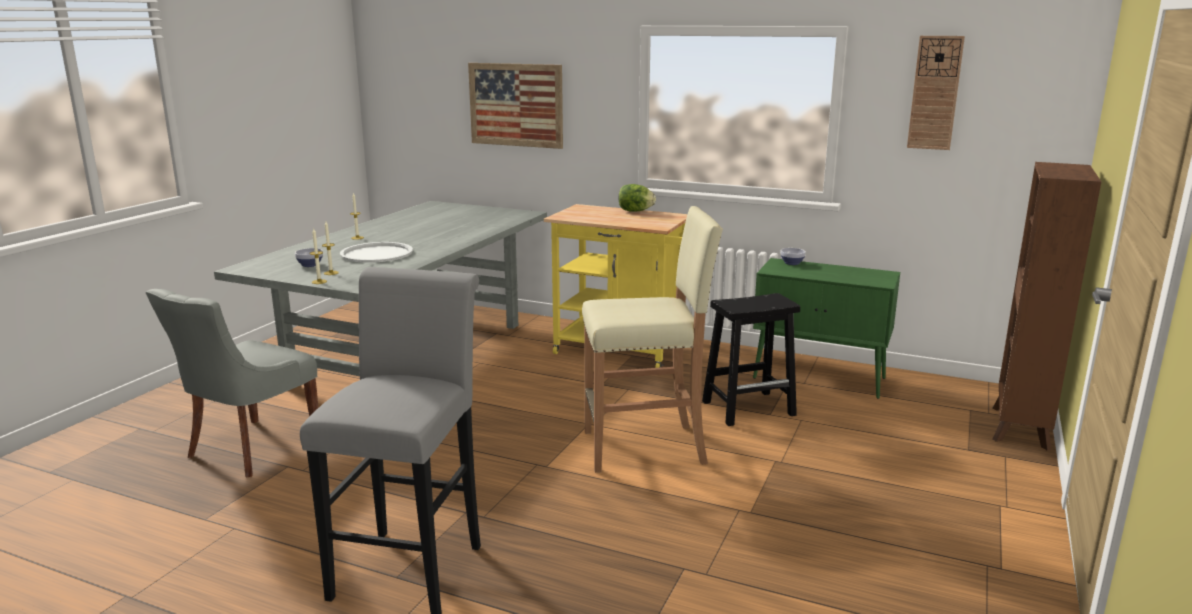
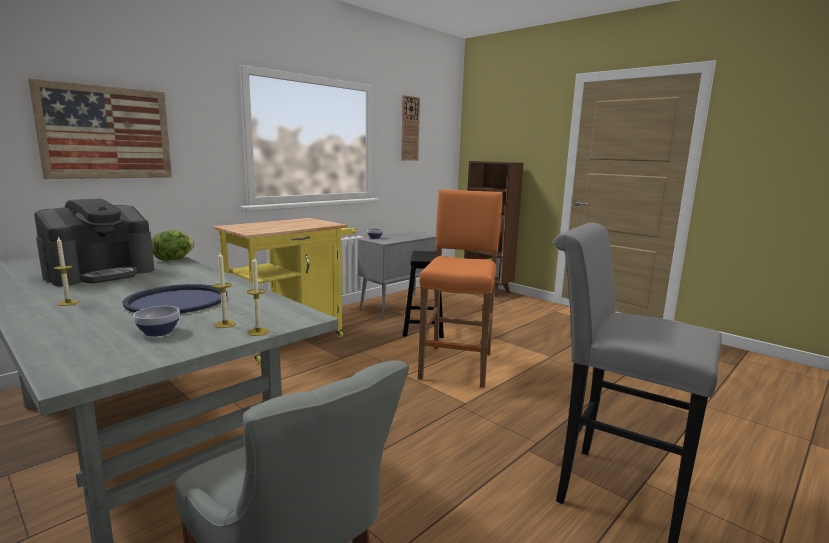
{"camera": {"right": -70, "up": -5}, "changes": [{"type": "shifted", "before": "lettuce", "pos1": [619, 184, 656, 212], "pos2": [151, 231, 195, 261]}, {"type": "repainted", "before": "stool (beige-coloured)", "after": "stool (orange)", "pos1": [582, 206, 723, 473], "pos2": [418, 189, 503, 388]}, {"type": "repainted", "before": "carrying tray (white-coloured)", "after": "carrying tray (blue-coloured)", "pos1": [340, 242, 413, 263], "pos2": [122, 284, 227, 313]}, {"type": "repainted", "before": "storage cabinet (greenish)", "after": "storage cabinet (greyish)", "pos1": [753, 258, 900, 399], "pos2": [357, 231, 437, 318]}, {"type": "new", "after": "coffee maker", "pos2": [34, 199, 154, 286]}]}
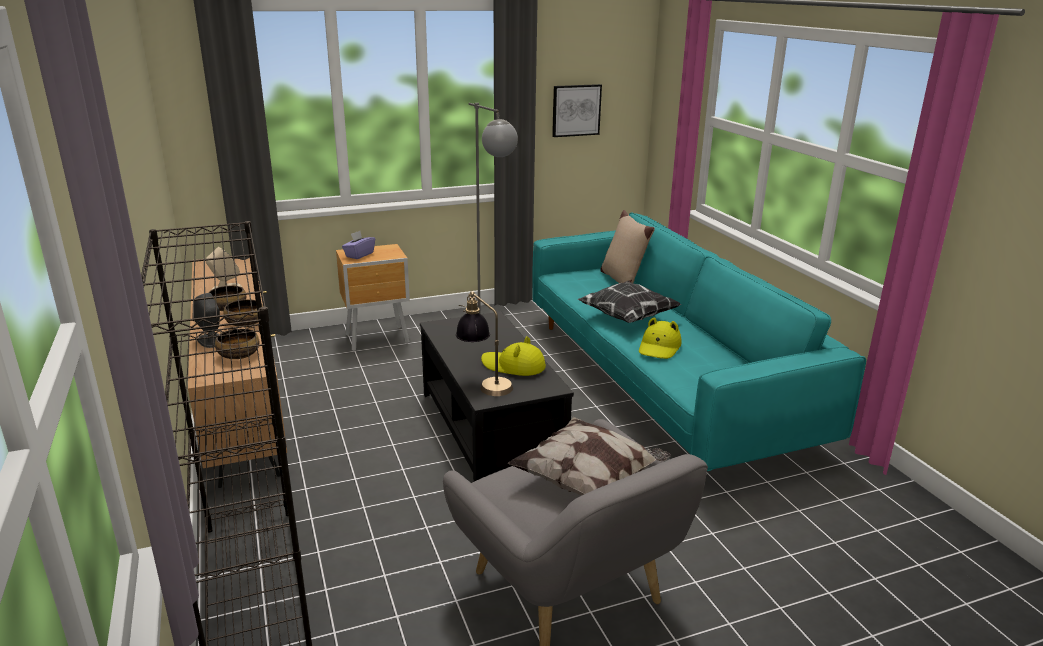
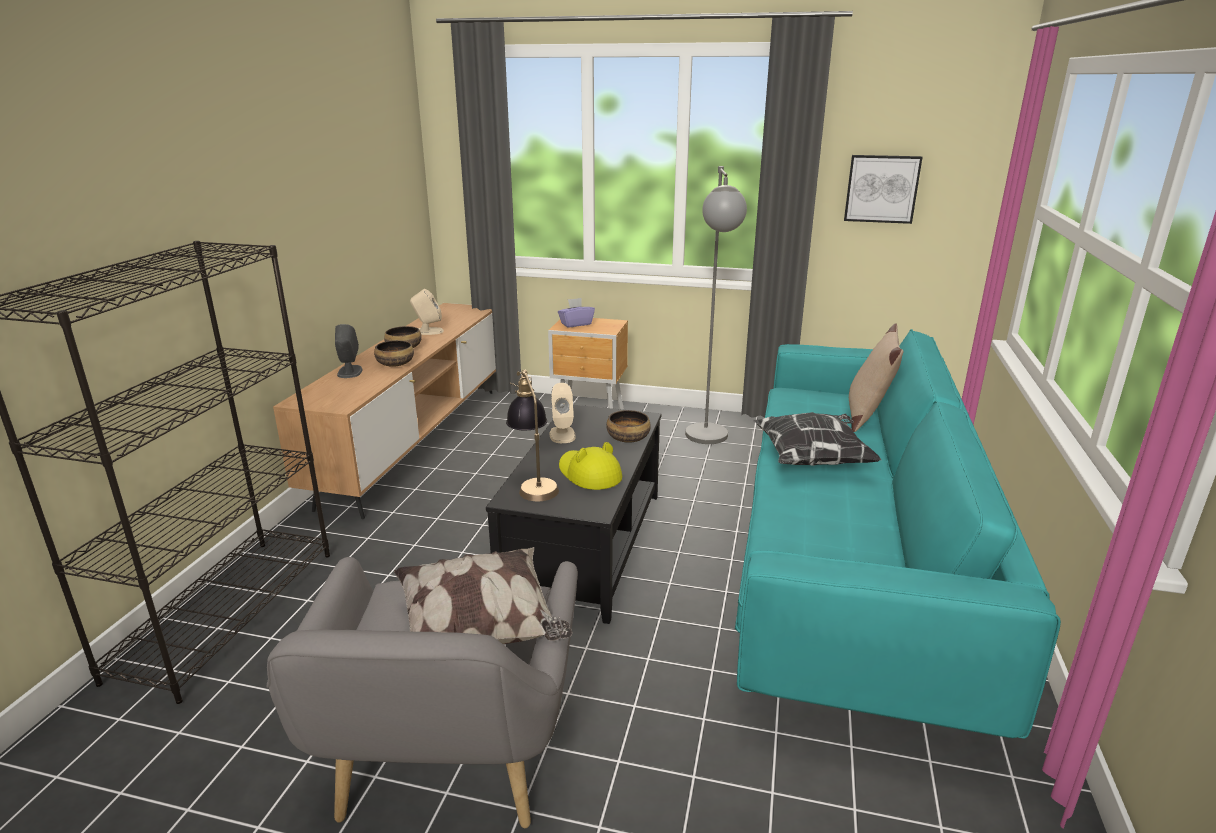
{"camera": {"right": 35, "up": 0}, "changes": [{"type": "gone", "before": "hat (yellow-coloured)", "pos1": [639, 318, 682, 359]}, {"type": "shifted", "before": "bowl", "pos1": [215, 329, 260, 359], "pos2": [606, 410, 651, 443]}, {"type": "new", "after": "speaker (beige-coloured)", "pos2": [549, 383, 576, 443]}]}
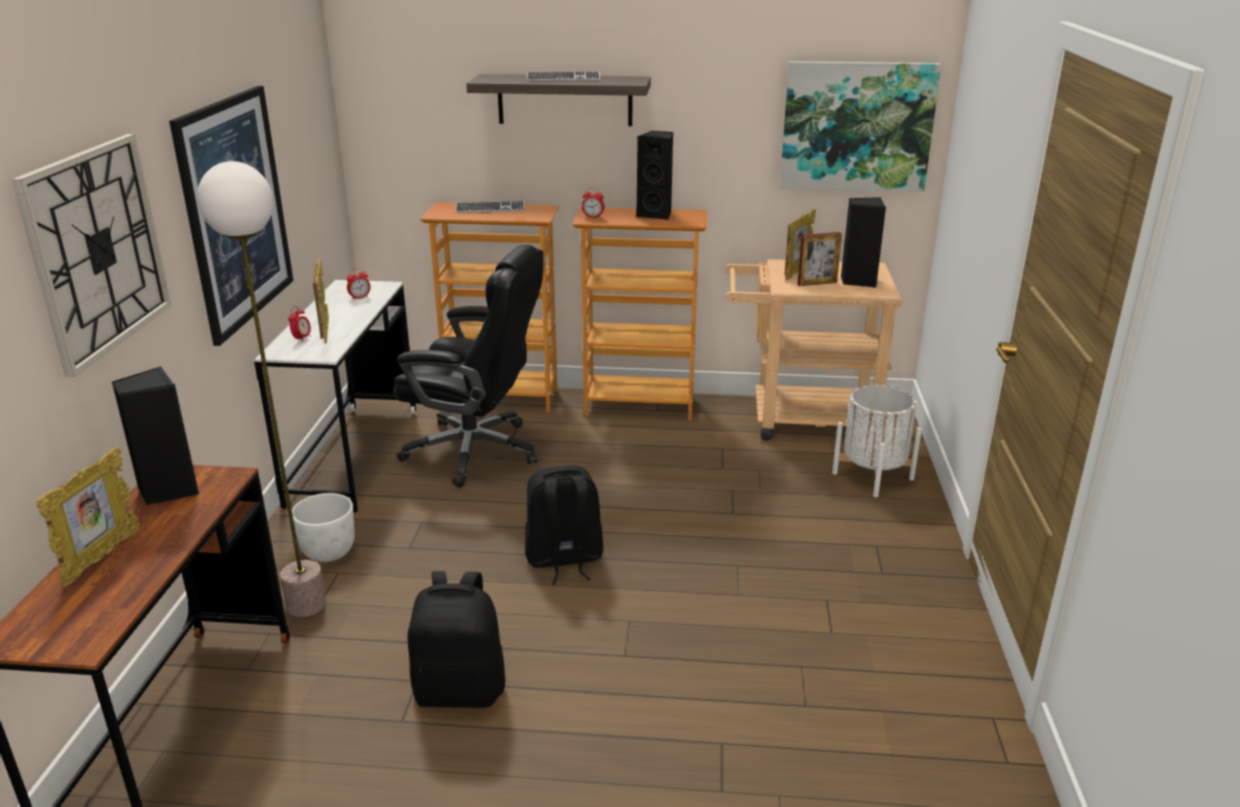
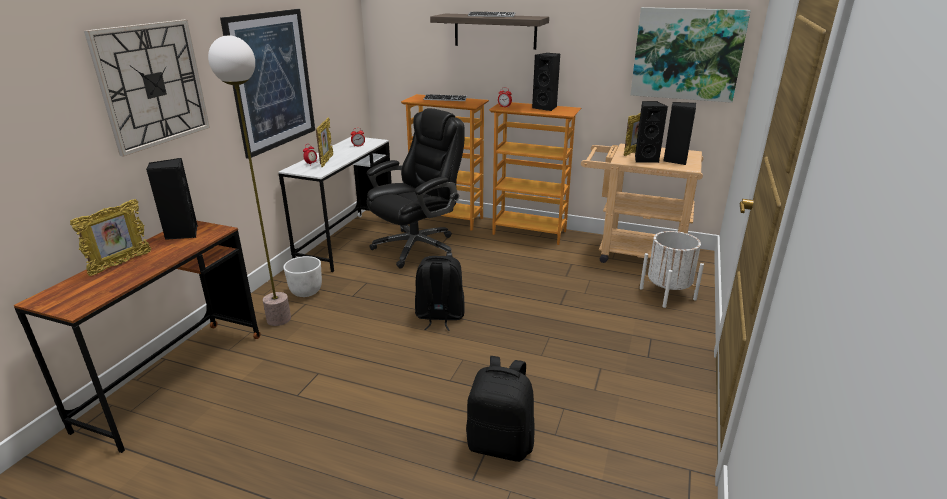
{"camera": {"right": 15, "up": 0}, "changes": [{"type": "swapped", "before": "photo frame", "after": "speaker (black-coloured)", "pos1": [798, 232, 842, 286], "pos2": [635, 101, 668, 163]}, {"type": "rotated", "before": "computer chair (black-coloured)", "pos1": [394, 244, 544, 488], "pos2": [367, 108, 465, 269], "turn": -75}, {"type": "shifted", "before": "knapsack (black-coloured)", "pos1": [407, 571, 505, 708], "pos2": [466, 356, 535, 462]}]}
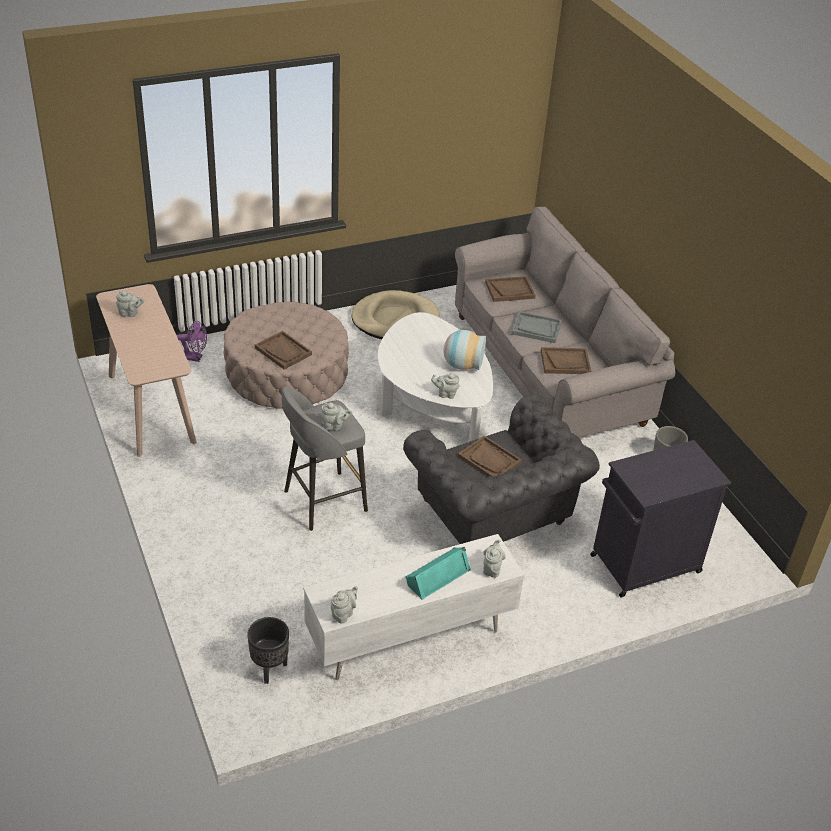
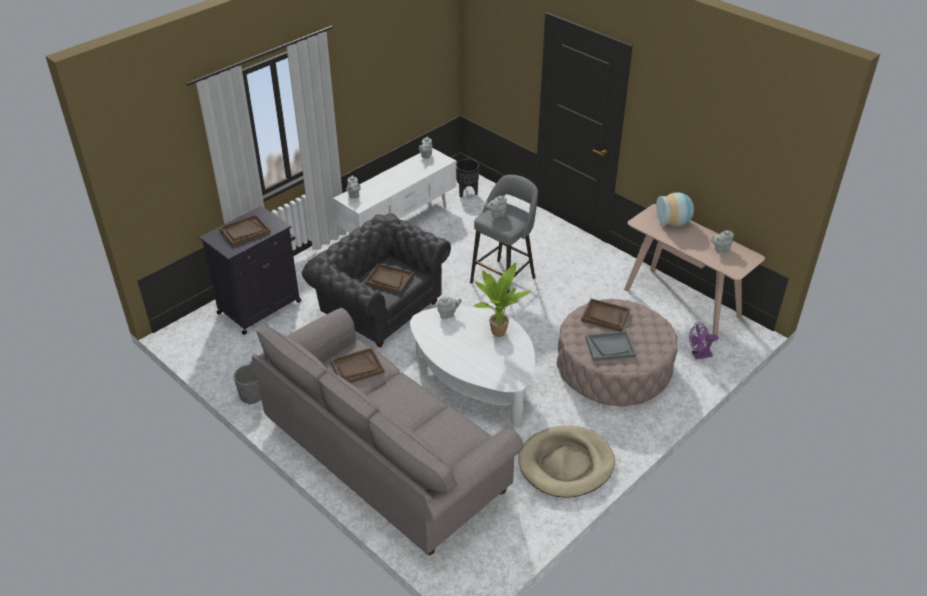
{"camera": {"right": 160, "up": 0}, "changes": [{"type": "shifted", "before": "carrying tray (brown)", "pos1": [485, 276, 536, 302], "pos2": [219, 214, 271, 246]}, {"type": "shifted", "before": "carrying tray (greyish)", "pos1": [511, 311, 562, 343], "pos2": [585, 331, 636, 361]}, {"type": "shifted", "before": "flower vase", "pos1": [443, 330, 486, 370], "pos2": [656, 192, 694, 226]}, {"type": "gone", "before": "speaker (turquoise)", "pos1": [405, 547, 471, 600]}, {"type": "new", "after": "houseplant", "pos2": [474, 263, 531, 337]}]}
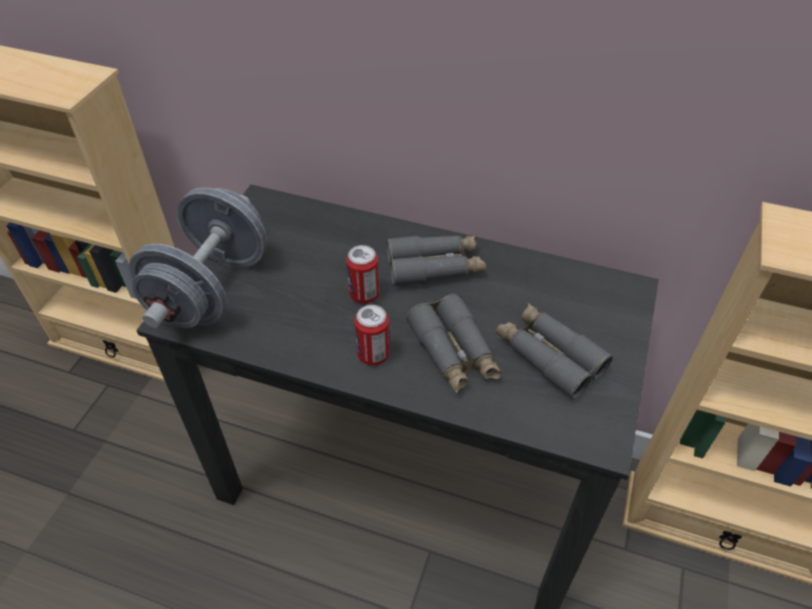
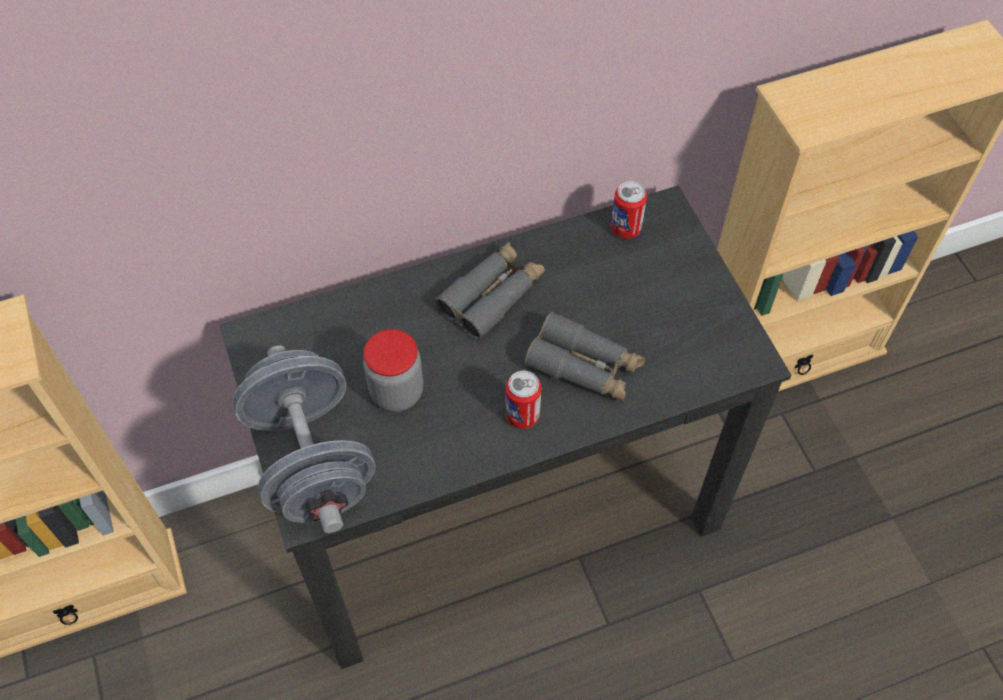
{"camera": {"right": -40, "up": 10}, "changes": [{"type": "shifted", "before": "can", "pos1": [346, 245, 379, 303], "pos2": [611, 181, 647, 239]}, {"type": "gone", "before": "pair of binoculars (greyish)", "pos1": [496, 303, 613, 399]}, {"type": "new", "after": "preserve jar", "pos2": [363, 329, 423, 412]}]}
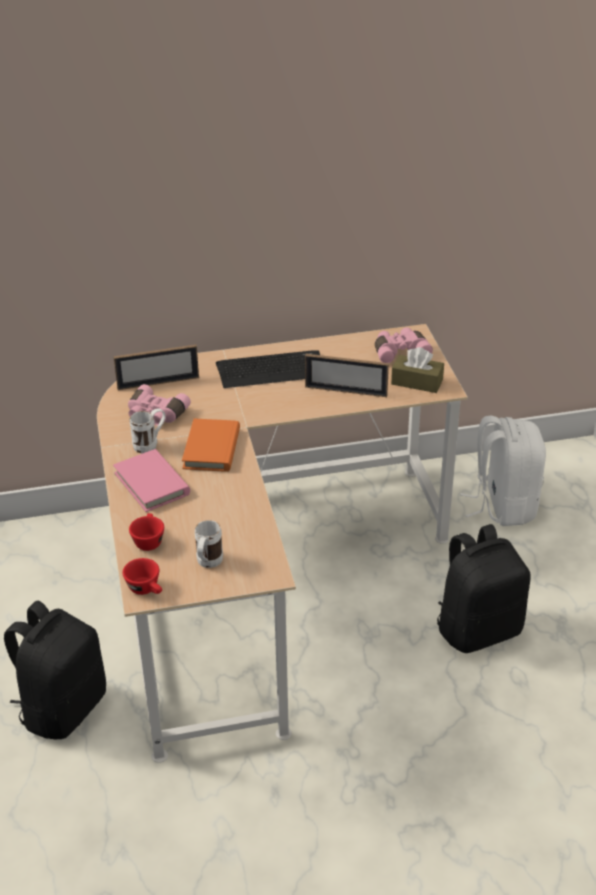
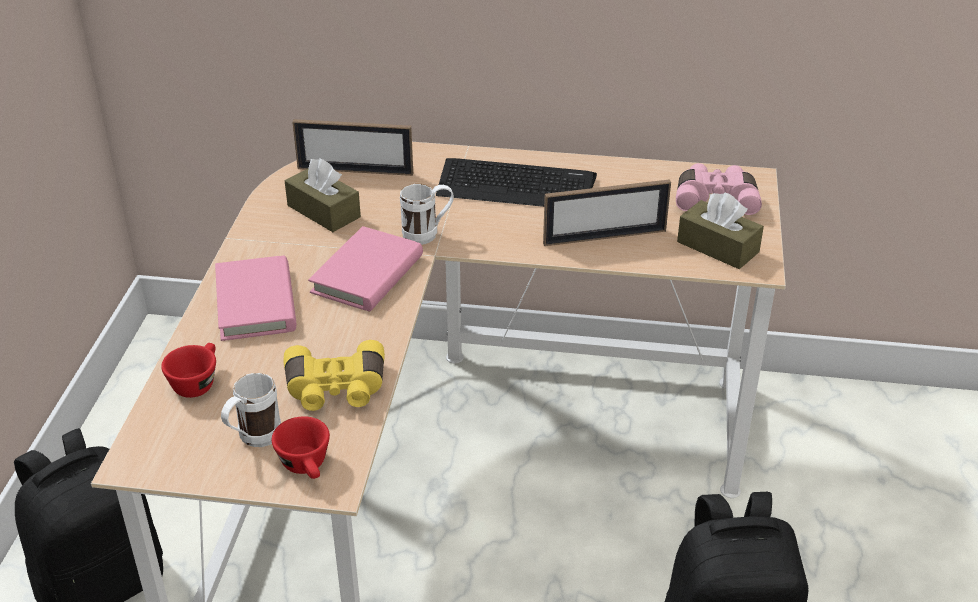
{"camera": {"right": 20, "up": 0}, "changes": [{"type": "rotated", "before": "photo frame", "pos1": [305, 354, 389, 397], "pos2": [543, 179, 671, 246], "turn": -45}, {"type": "swapped", "before": "pair of binoculars (pink)", "after": "box of tissues (brown)", "pos1": [128, 384, 191, 426], "pos2": [285, 158, 361, 232]}, {"type": "shifted", "before": "mug (white-coloured)", "pos1": [129, 408, 165, 453], "pos2": [400, 184, 454, 245]}, {"type": "gone", "before": "knapsack (white-coloured)", "pos1": [460, 416, 546, 526]}, {"type": "repainted", "before": "book (orange)", "after": "book (pink)", "pos1": [182, 418, 240, 472], "pos2": [308, 226, 423, 312]}, {"type": "shifted", "before": "small cup (red-coloured)", "pos1": [123, 558, 162, 595], "pos2": [272, 416, 330, 479]}, {"type": "new", "after": "pair of binoculars (yellow-coloured)", "pos2": [283, 340, 385, 411]}]}
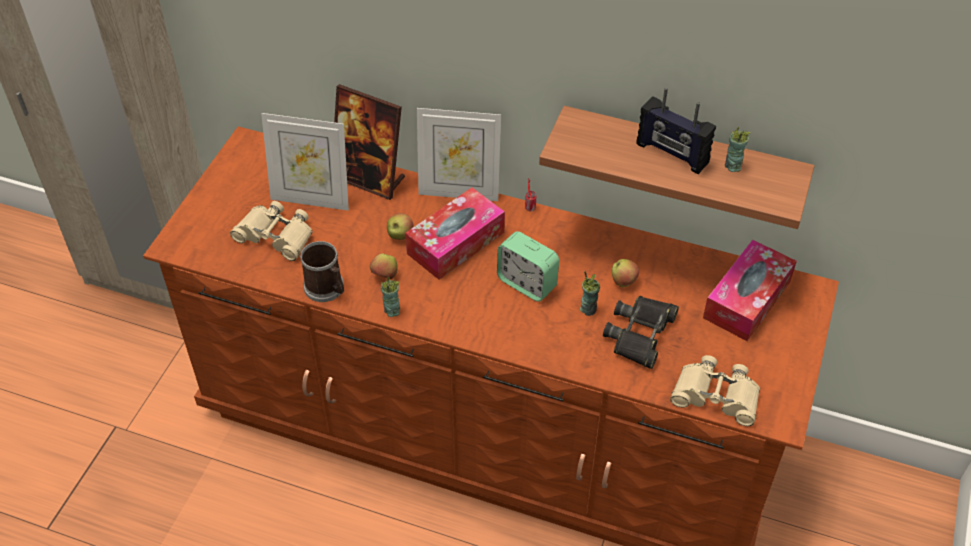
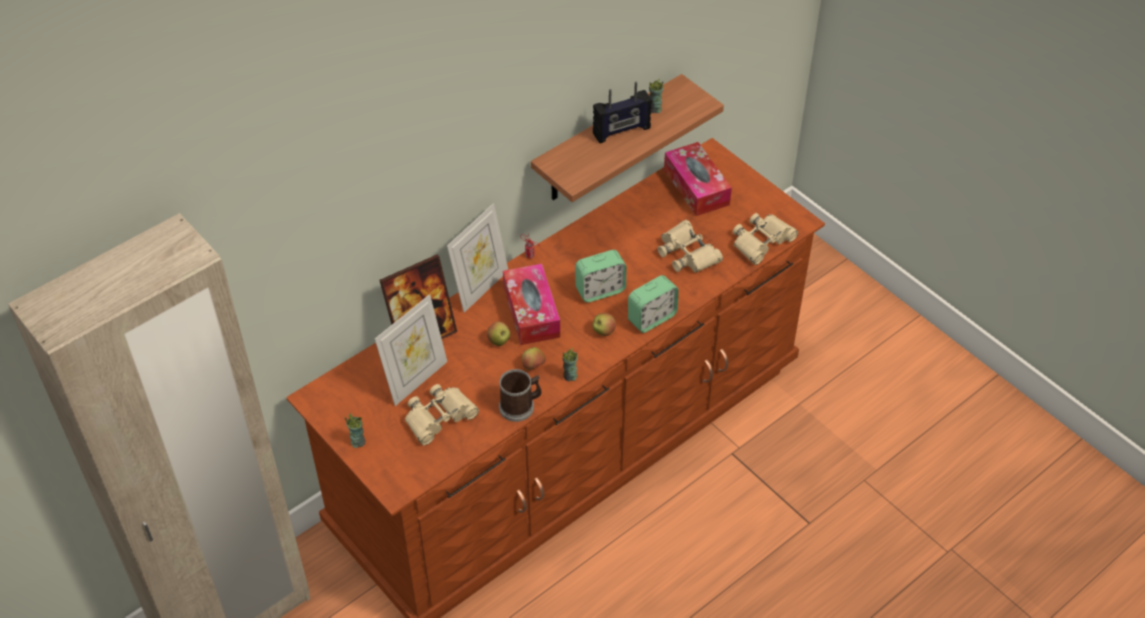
{"camera": {"right": -60, "up": 0}, "changes": [{"type": "shifted", "before": "whole apple", "pos1": [612, 259, 639, 287], "pos2": [593, 313, 616, 336]}, {"type": "shifted", "before": "small cup", "pos1": [580, 271, 600, 316], "pos2": [344, 414, 365, 448]}, {"type": "repainted", "before": "pair of binoculars (black-coloured)", "after": "pair of binoculars (beige-coloured)", "pos1": [603, 296, 679, 369], "pos2": [657, 220, 723, 273]}, {"type": "new", "after": "bedside clock", "pos2": [628, 275, 679, 333]}]}
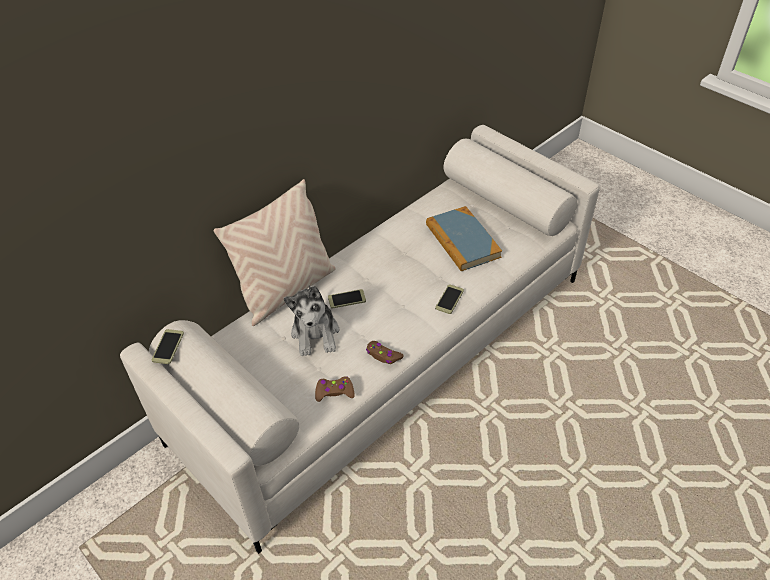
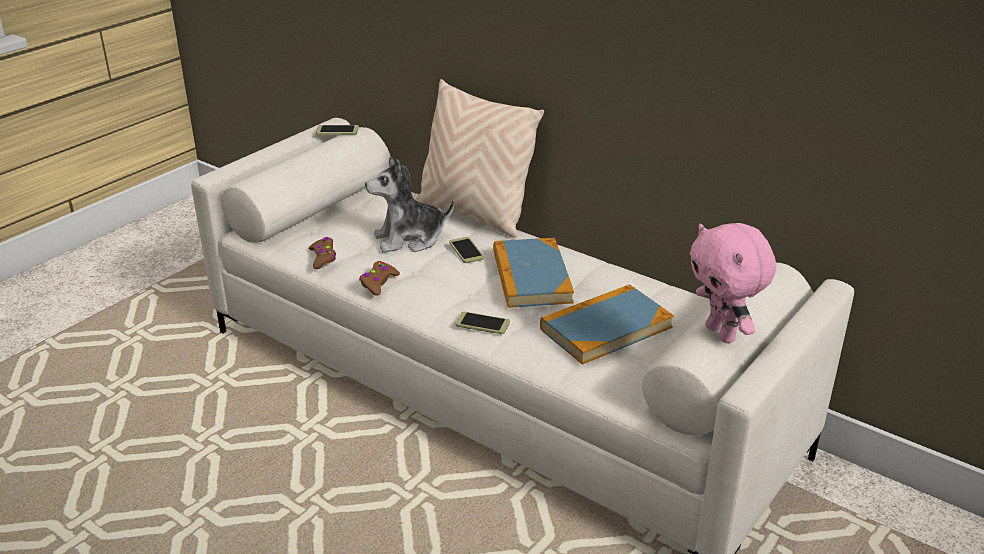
{"camera": {"right": 80, "up": -15}, "changes": [{"type": "new", "after": "plush toy (pink)", "pos2": [690, 223, 776, 343]}, {"type": "new", "after": "book", "pos2": [493, 238, 574, 308]}]}
